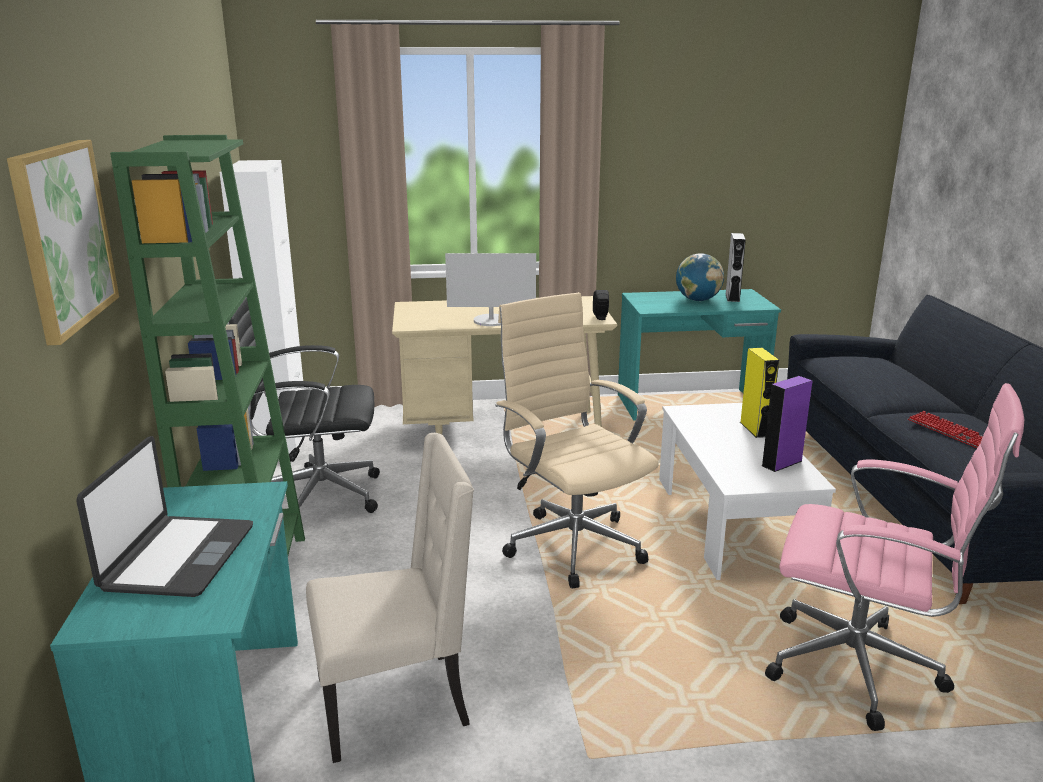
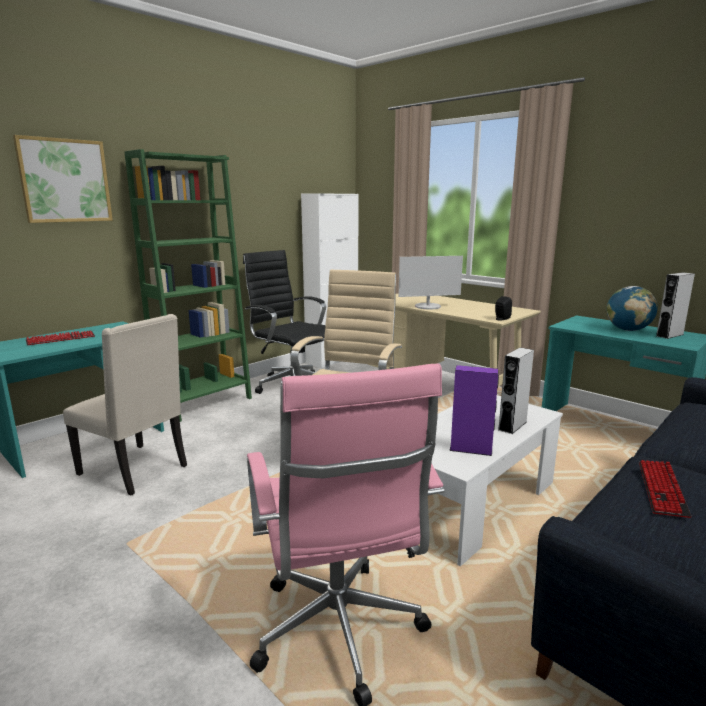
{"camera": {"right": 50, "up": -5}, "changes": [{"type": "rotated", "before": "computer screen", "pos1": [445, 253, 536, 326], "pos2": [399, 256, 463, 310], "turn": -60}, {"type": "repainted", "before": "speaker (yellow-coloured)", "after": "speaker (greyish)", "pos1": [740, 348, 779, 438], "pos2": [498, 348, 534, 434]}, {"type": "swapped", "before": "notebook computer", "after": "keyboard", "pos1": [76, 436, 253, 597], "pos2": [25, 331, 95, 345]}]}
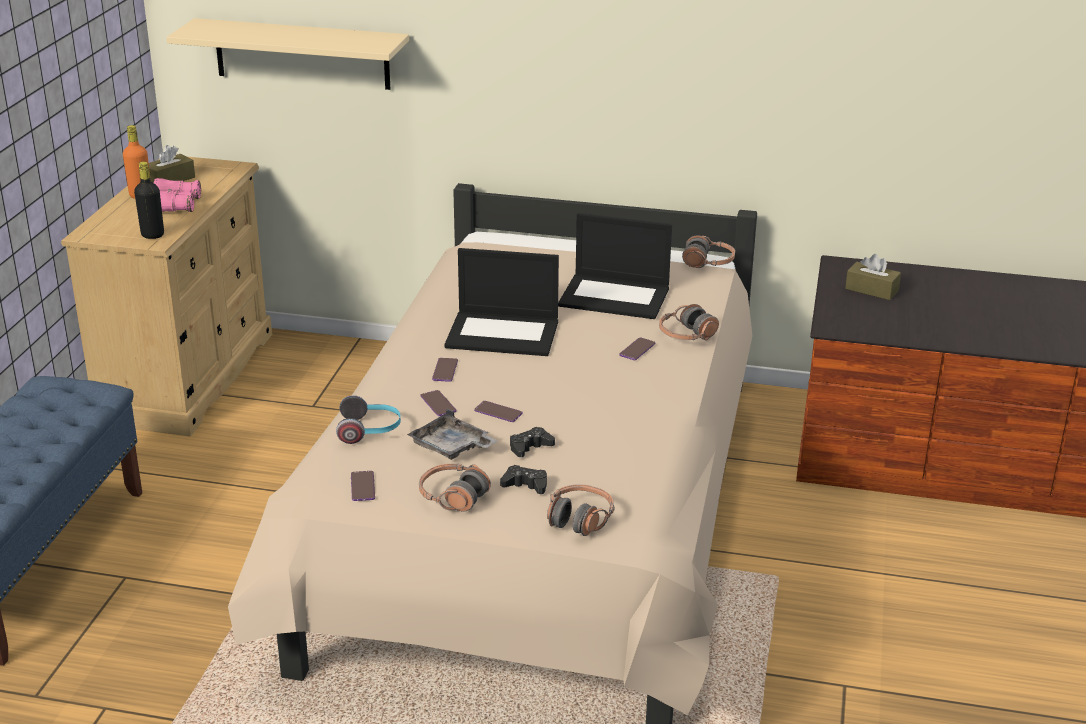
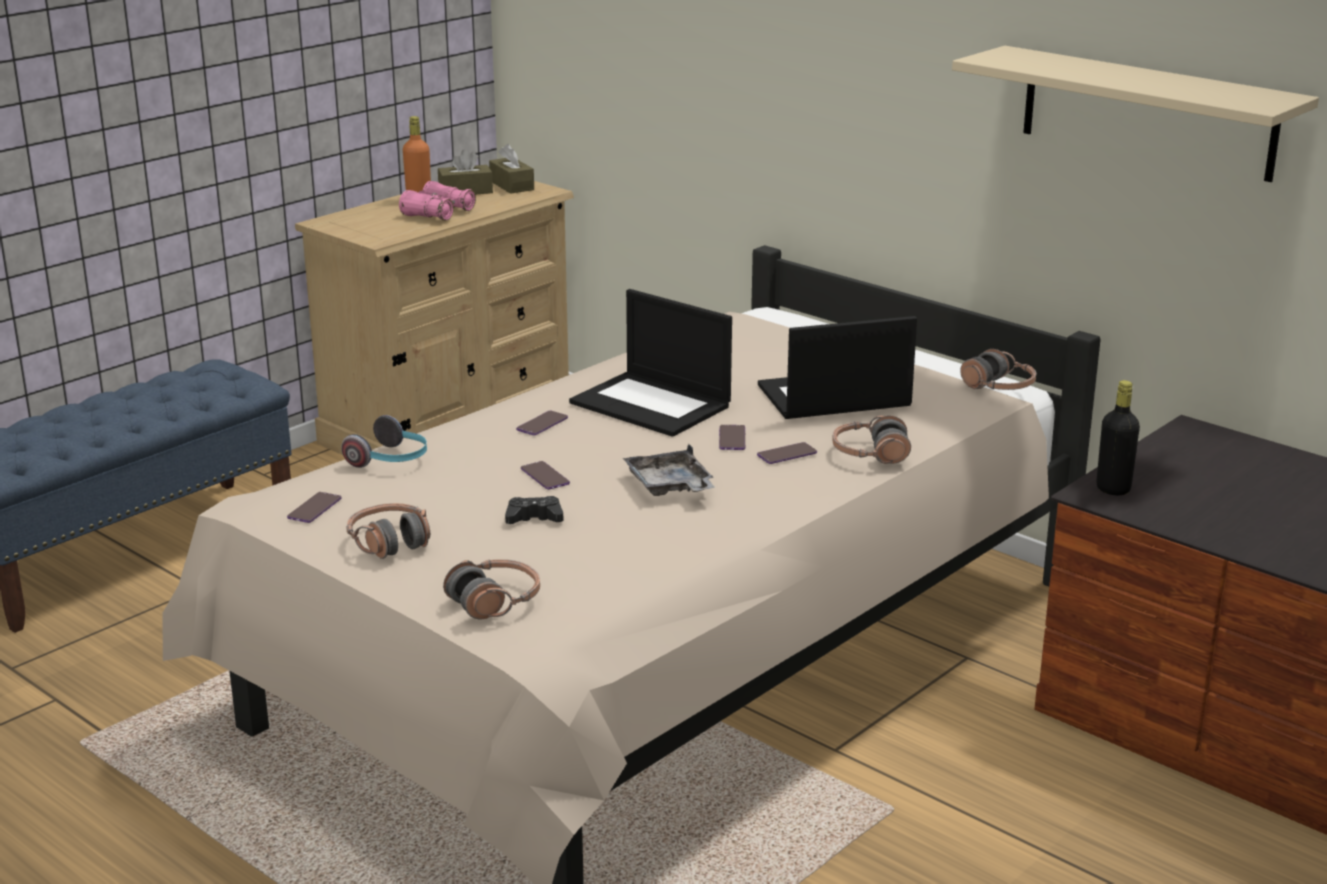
{"camera": {"right": 30, "up": -5}, "changes": [{"type": "shifted", "before": "bracket shelf (beige-coloured)", "pos1": [166, 18, 409, 90], "pos2": [952, 46, 1319, 182]}, {"type": "shifted", "before": "bottle (black-coloured)", "pos1": [134, 162, 164, 239], "pos2": [1096, 380, 1140, 495]}, {"type": "rotated", "before": "notebook computer", "pos1": [558, 213, 672, 319], "pos2": [758, 316, 917, 419], "turn": 120}, {"type": "shifted", "before": "box of tissues (brown)", "pos1": [845, 254, 901, 300], "pos2": [489, 144, 534, 194]}, {"type": "shifted", "before": "phone", "pos1": [420, 390, 456, 416], "pos2": [719, 425, 746, 450]}, {"type": "shifted", "before": "carrying tray (greyish)", "pos1": [407, 409, 497, 460], "pos2": [623, 444, 714, 496]}, {"type": "gone", "before": "game controller (black-coloured)", "pos1": [500, 465, 547, 494]}]}
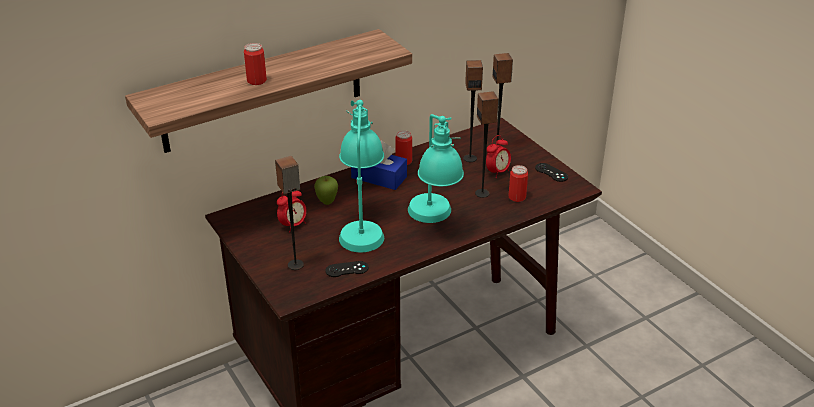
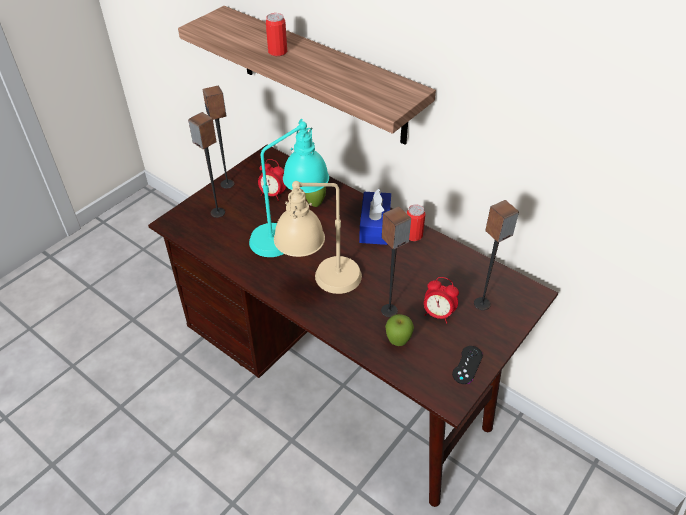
{"camera": {"right": 70, "up": 10}, "changes": [{"type": "shifted", "before": "speaker", "pos1": [463, 60, 483, 162], "pos2": [202, 86, 234, 189]}, {"type": "repainted", "before": "table lamp (turquoise)", "after": "table lamp (beige-coloured)", "pos1": [408, 114, 464, 223], "pos2": [274, 181, 362, 294]}, {"type": "swapped", "before": "can", "after": "whole apple", "pos1": [508, 165, 528, 202], "pos2": [385, 314, 414, 346]}, {"type": "gone", "before": "game controller (black-coloured)", "pos1": [326, 261, 369, 277]}]}
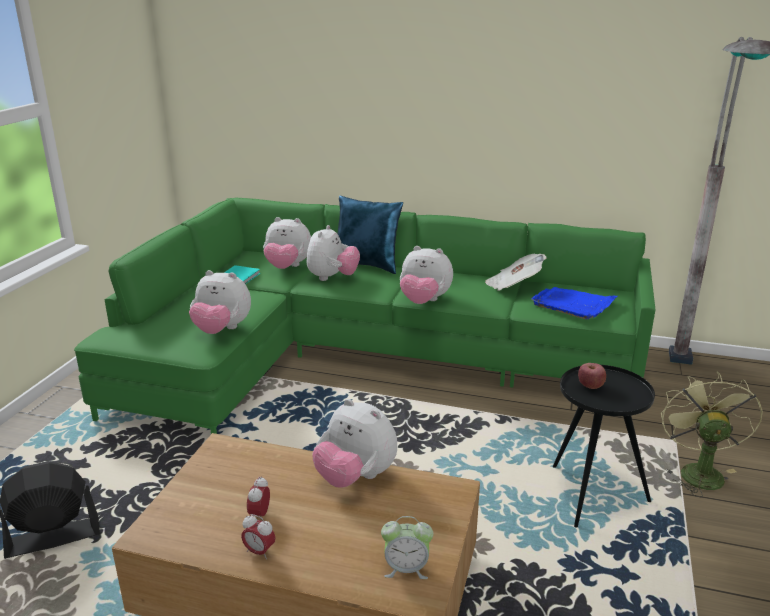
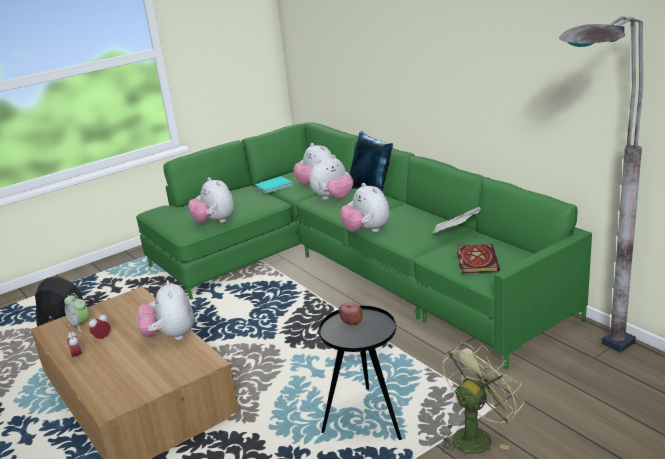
{"camera": {"right": 40, "up": 0}, "changes": [{"type": "swapped", "before": "carrying tray (blue-coloured)", "after": "book", "pos1": [531, 287, 617, 319], "pos2": [457, 244, 500, 274]}, {"type": "shifted", "before": "bedside clock", "pos1": [381, 516, 433, 579], "pos2": [64, 293, 89, 332]}]}
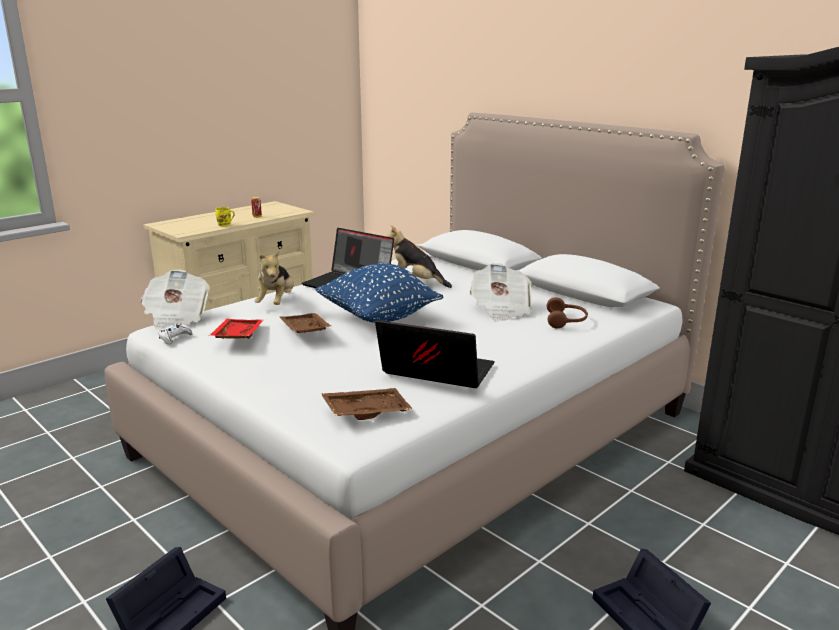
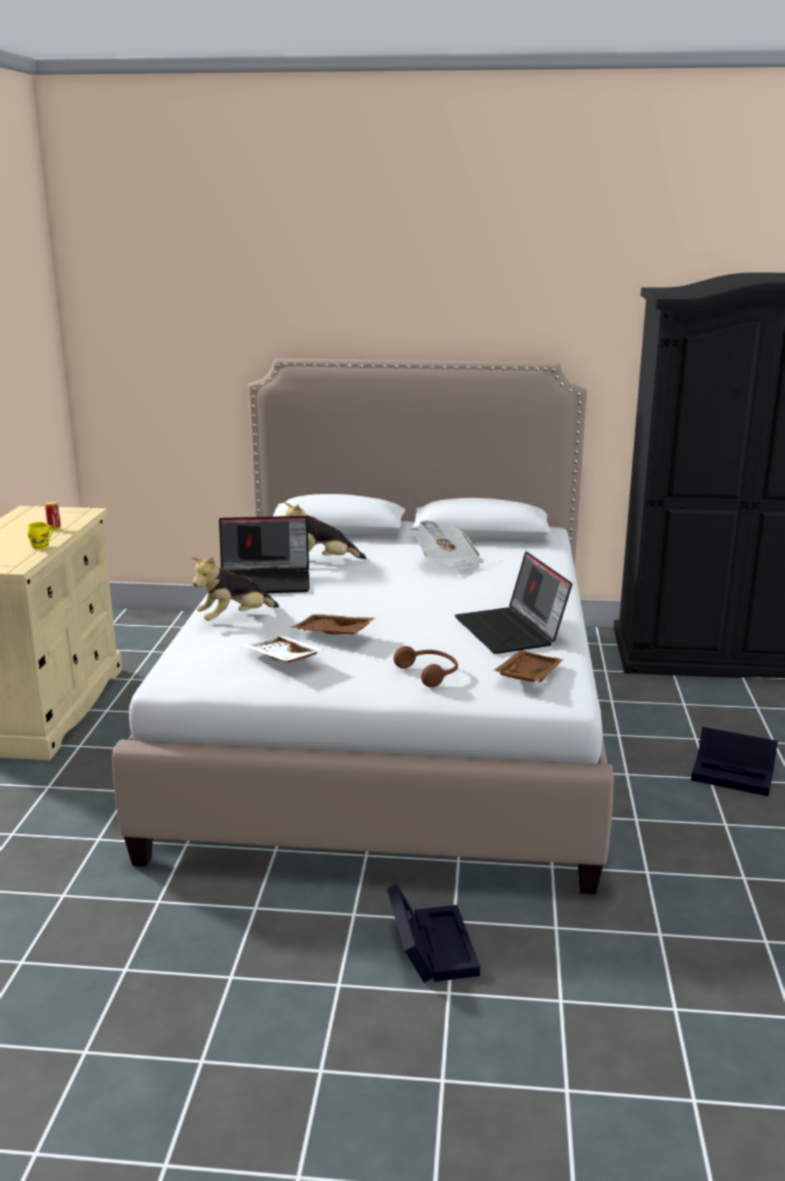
{"camera": {"right": -40, "up": 0}, "changes": [{"type": "rotated", "before": "plush toy", "pos1": [255, 250, 294, 305], "pos2": [191, 557, 279, 621], "turn": 90}, {"type": "gone", "before": "pillow (blue-coloured)", "pos1": [315, 263, 443, 323]}, {"type": "gone", "before": "daily paper", "pos1": [141, 269, 210, 331]}, {"type": "shifted", "before": "pair of headphones (brown)", "pos1": [547, 297, 588, 328], "pos2": [394, 646, 458, 687]}, {"type": "repainted", "before": "carrying tray (red-coloured)", "after": "carrying tray (white-coloured)", "pos1": [210, 319, 263, 339], "pos2": [244, 635, 325, 663]}, {"type": "rotated", "before": "notebook computer", "pos1": [375, 320, 495, 388], "pos2": [455, 552, 572, 654], "turn": -90}, {"type": "gone", "before": "game controller (white-coloured)", "pos1": [158, 323, 193, 345]}]}
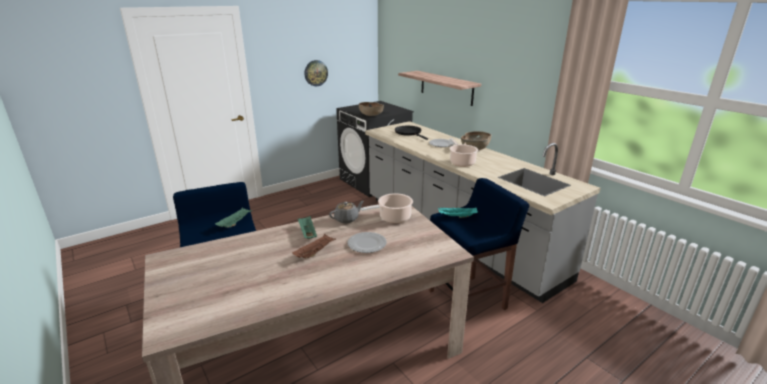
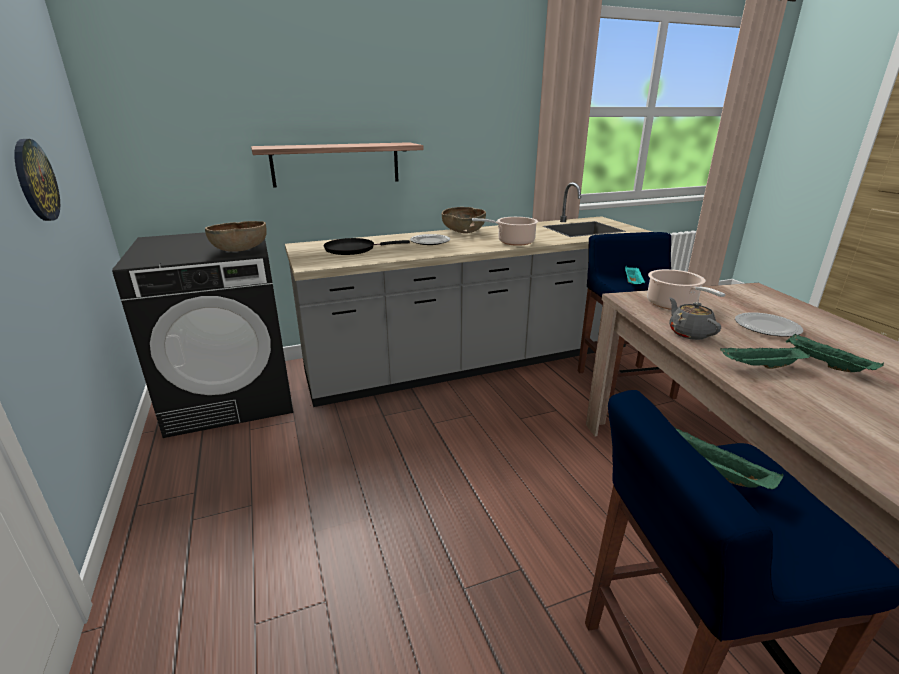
{"camera": {"right": -75, "up": 0}, "changes": [{"type": "repainted", "before": "carrying tray (brown)", "after": "carrying tray (greenish)", "pos1": [292, 234, 336, 258], "pos2": [786, 333, 884, 372]}]}
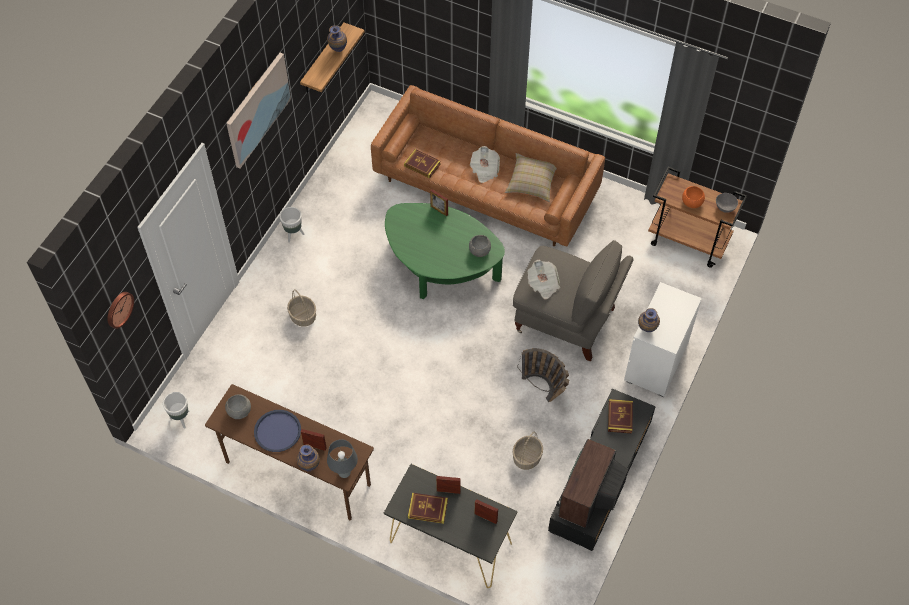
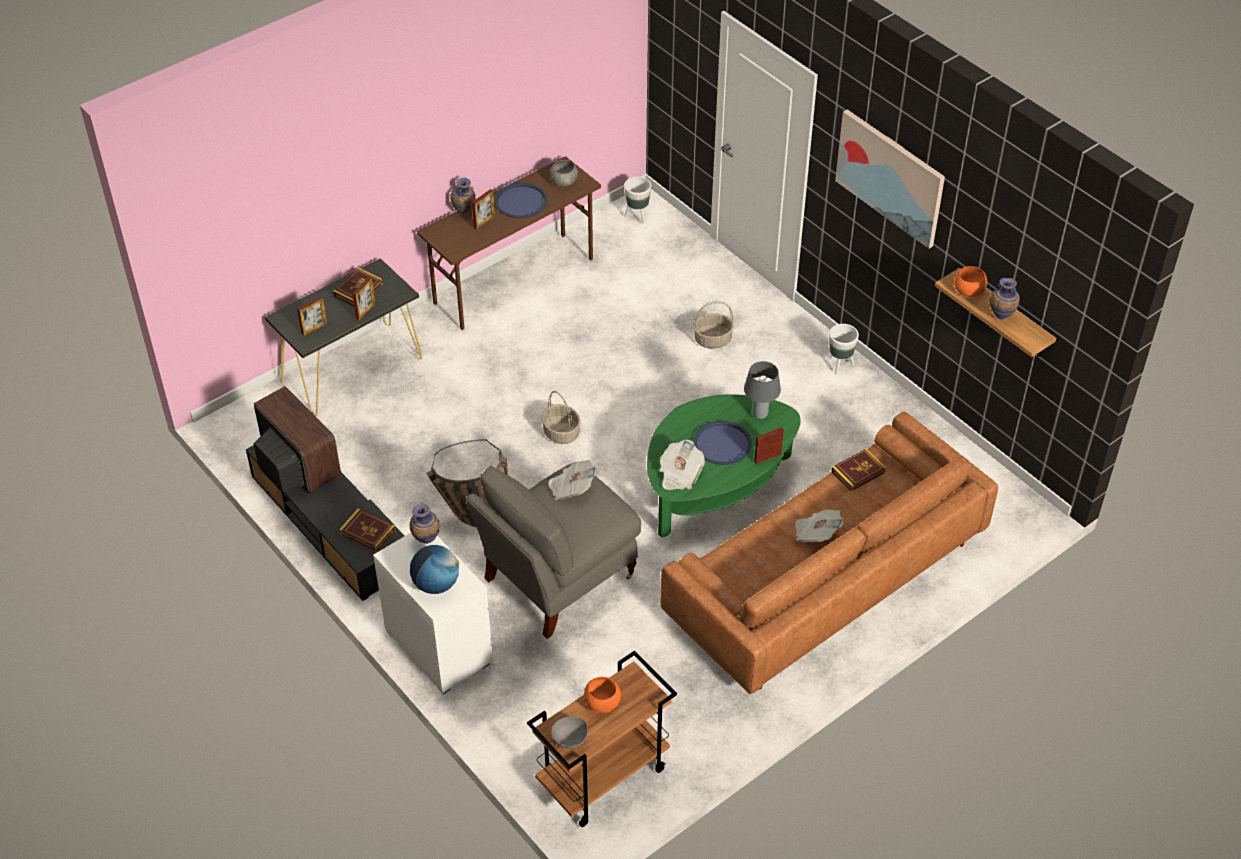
{"camera": {"right": 115, "up": -10}, "changes": [{"type": "gone", "before": "pillow (beige-coloured)", "pos1": [505, 153, 557, 202]}, {"type": "swapped", "before": "bowl (greyish)", "after": "daily paper", "pos1": [469, 235, 491, 257], "pos2": [659, 440, 705, 490]}, {"type": "gone", "before": "clock on the wall", "pos1": [107, 292, 134, 329]}, {"type": "shifted", "before": "basket", "pos1": [513, 431, 543, 470], "pos2": [542, 391, 581, 444]}, {"type": "shifted", "before": "table lamp (greyish)", "pos1": [327, 439, 358, 478], "pos2": [744, 361, 781, 419]}, {"type": "new", "after": "bowl (orange)", "pos2": [954, 266, 987, 297]}, {"type": "new", "after": "carrying tray (blue-coloured)", "pos2": [693, 421, 752, 465]}, {"type": "new", "after": "globe", "pos2": [410, 545, 459, 594]}]}
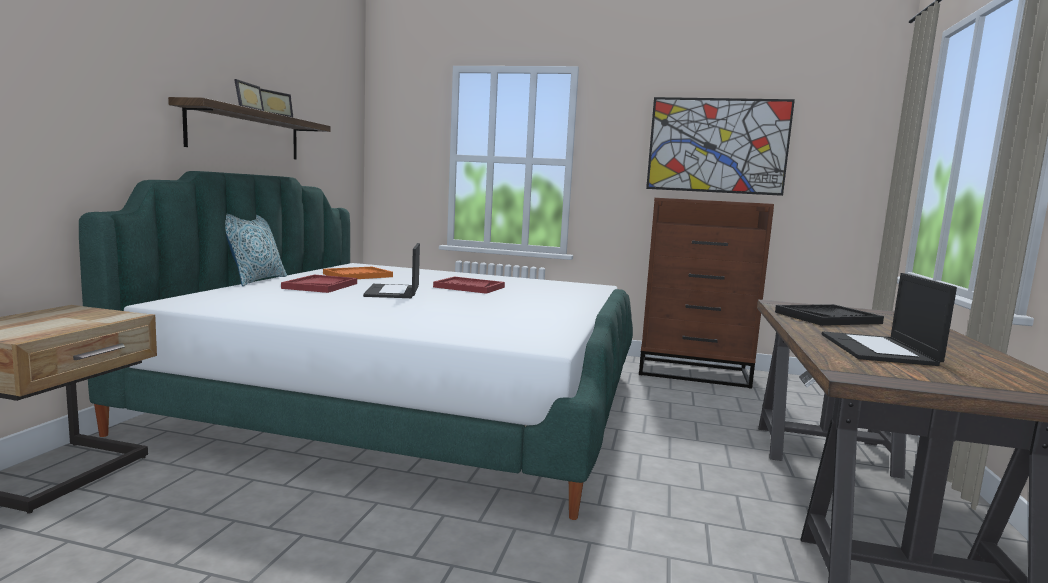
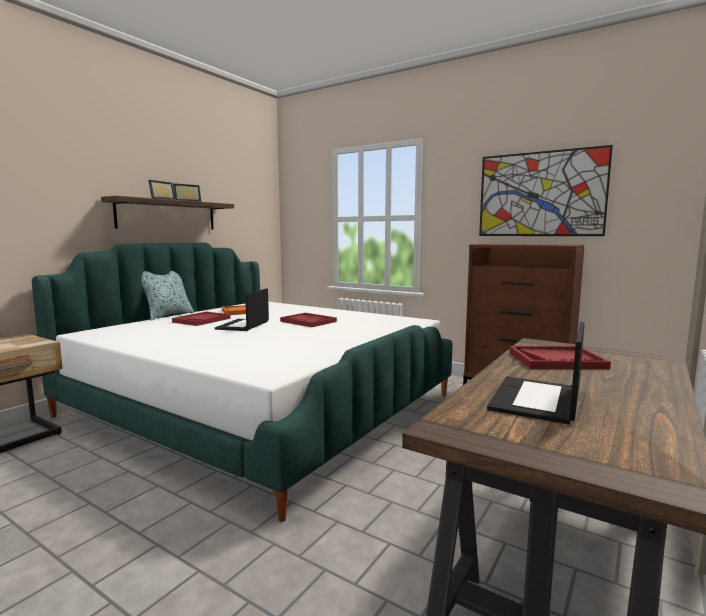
{"camera": {"right": 20, "up": 0}, "changes": [{"type": "repainted", "before": "carrying tray (black-coloured)", "after": "carrying tray (red-coloured)", "pos1": [775, 304, 884, 326], "pos2": [509, 346, 611, 369]}]}
